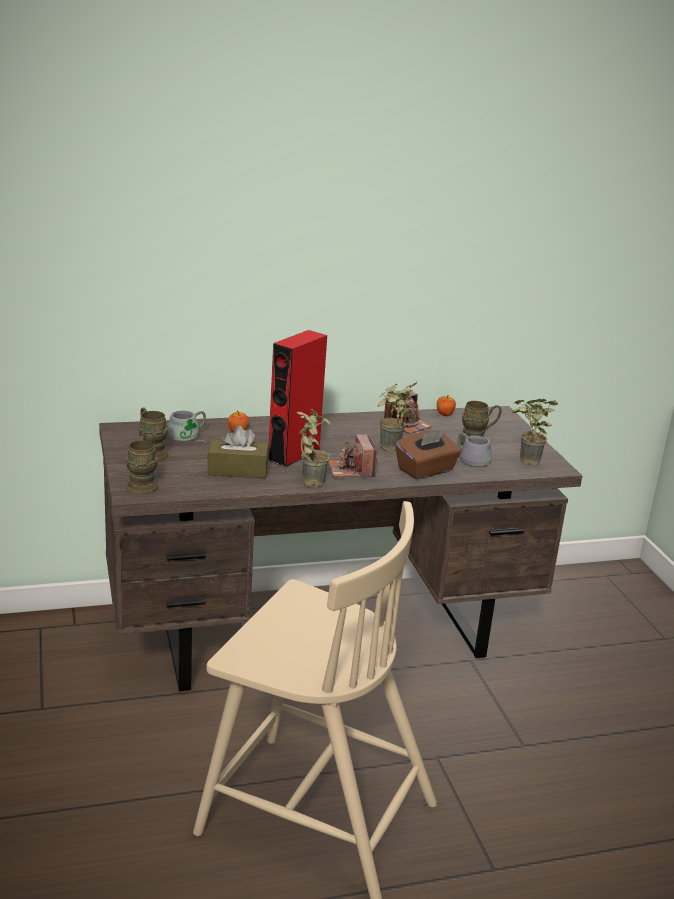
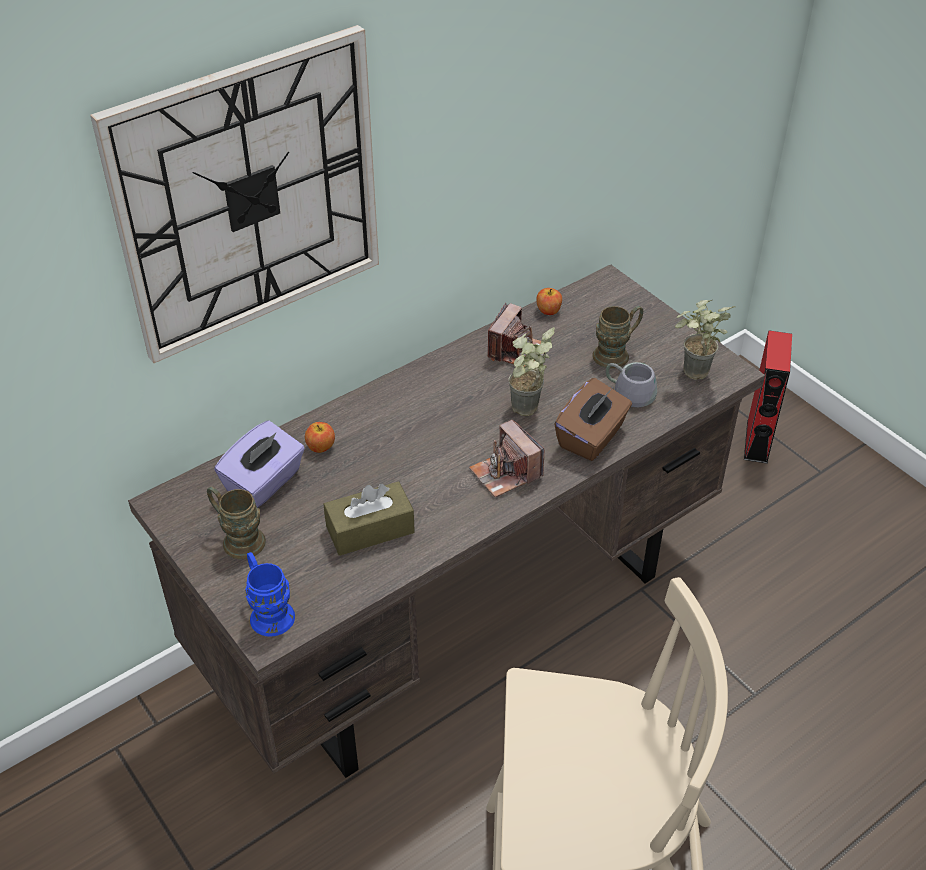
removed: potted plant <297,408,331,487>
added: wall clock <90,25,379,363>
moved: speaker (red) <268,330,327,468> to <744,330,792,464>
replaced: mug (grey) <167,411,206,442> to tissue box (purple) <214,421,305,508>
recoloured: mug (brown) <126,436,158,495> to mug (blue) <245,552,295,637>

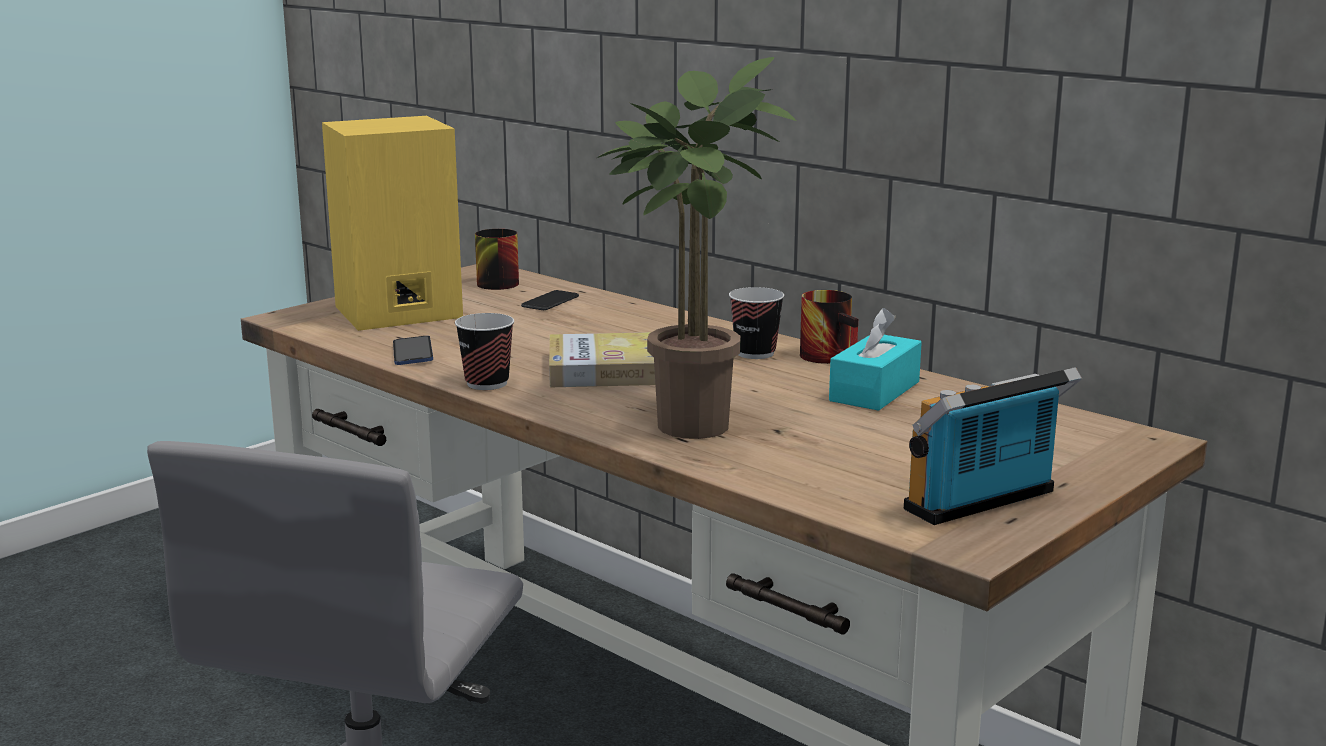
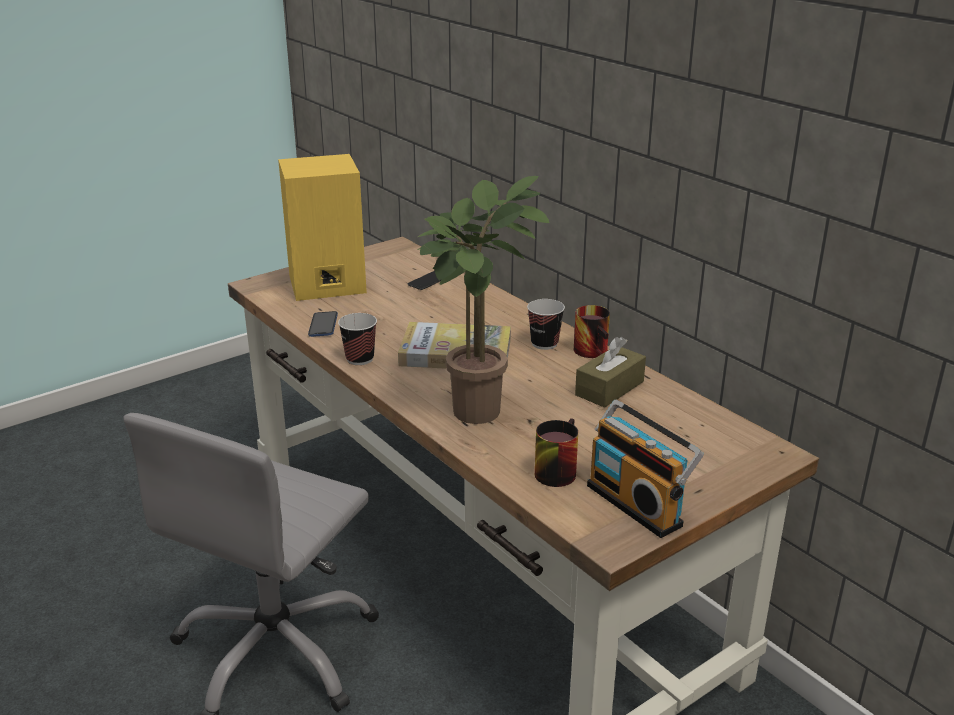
moved: mug <475,229,519,290> to <535,418,578,487>
recoloured: tissue box (turquoise) <829,308,922,411> to tissue box (brown) <575,337,646,408>
turned: radio <904,367,1082,525> = <587,400,704,538> 105 degrees counterclockwise

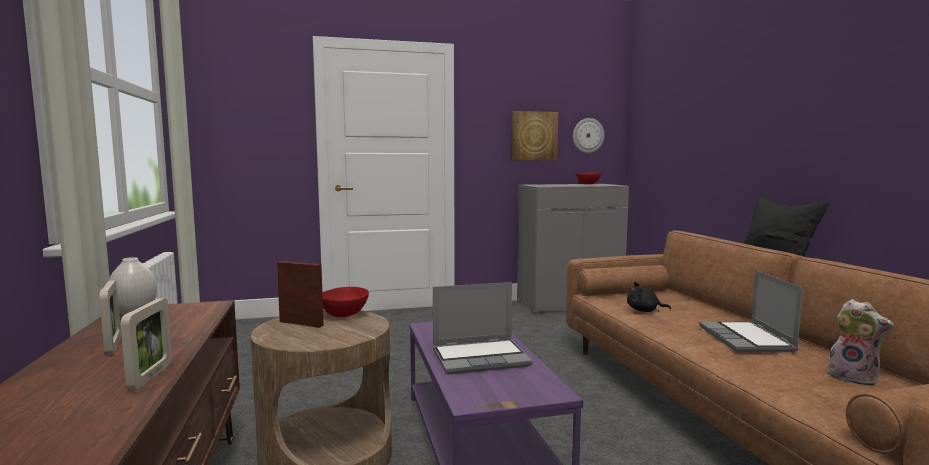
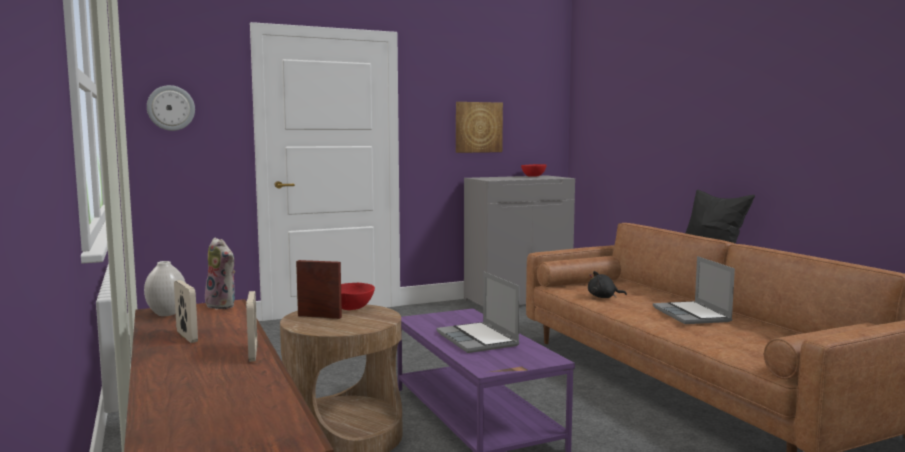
moved: wall clock <573,118,605,153> to <147,85,195,131>; plush toy <827,299,894,386> to <205,237,235,309>
turned: laptop <433,282,533,374> = <436,272,520,353> 90 degrees clockwise

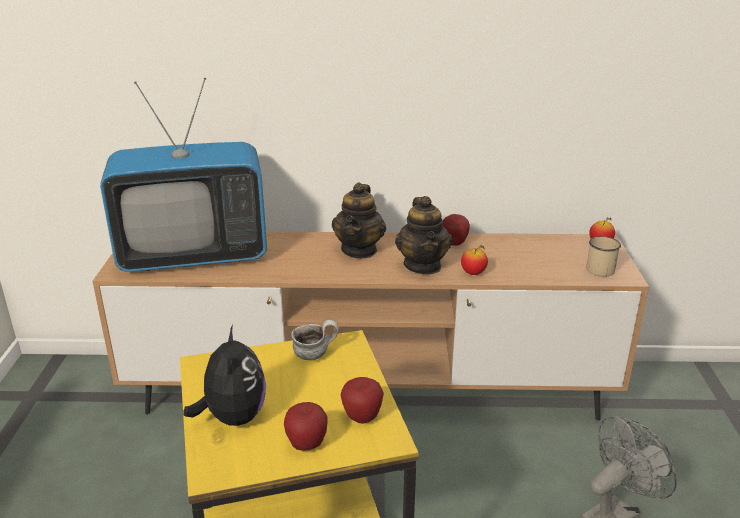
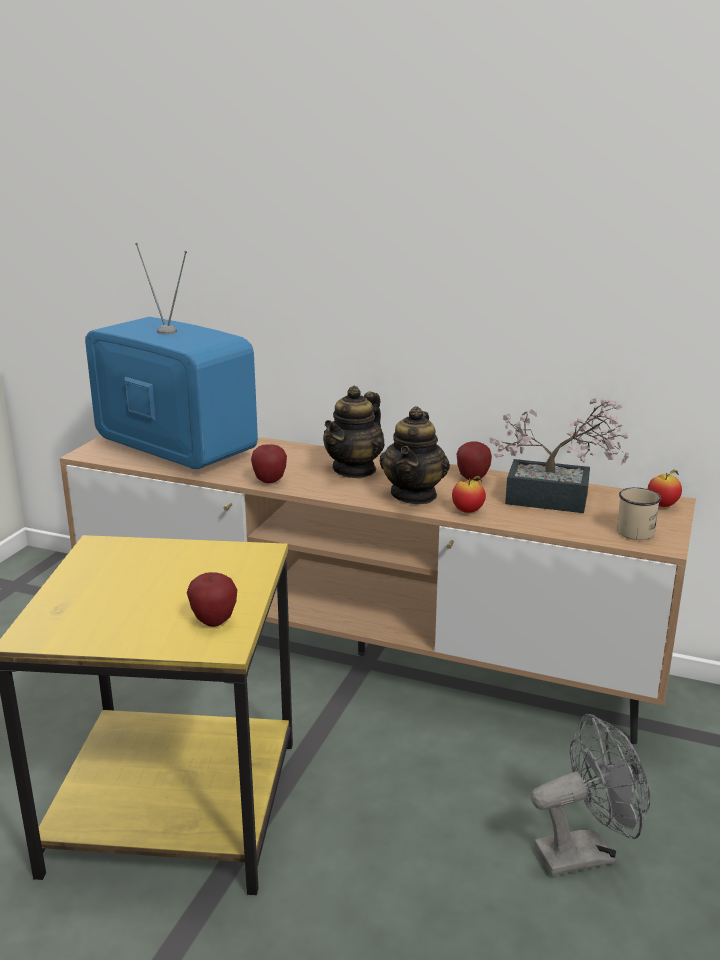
removed: plush toy <184,325,266,426>; mug <291,320,339,360>
added: potted plant <489,398,629,513>
moved: apple <284,402,328,451> to <251,444,287,483>
turned: television <100,78,267,272> = <85,243,258,469> 150 degrees counterclockwise

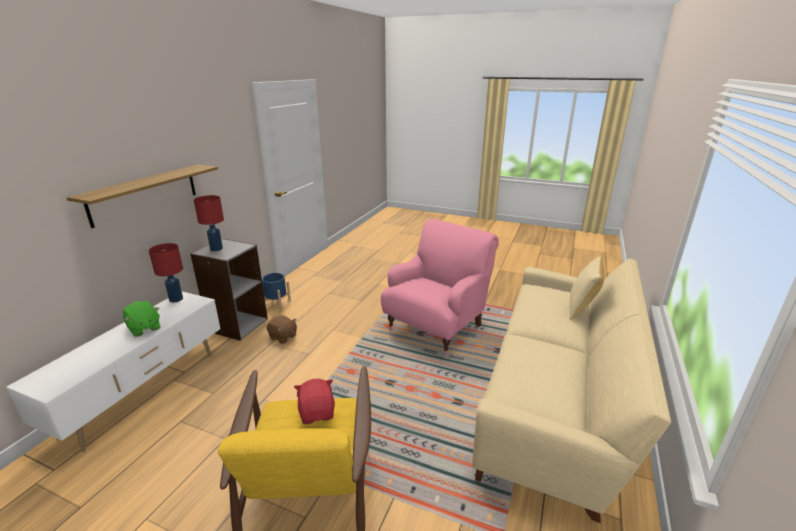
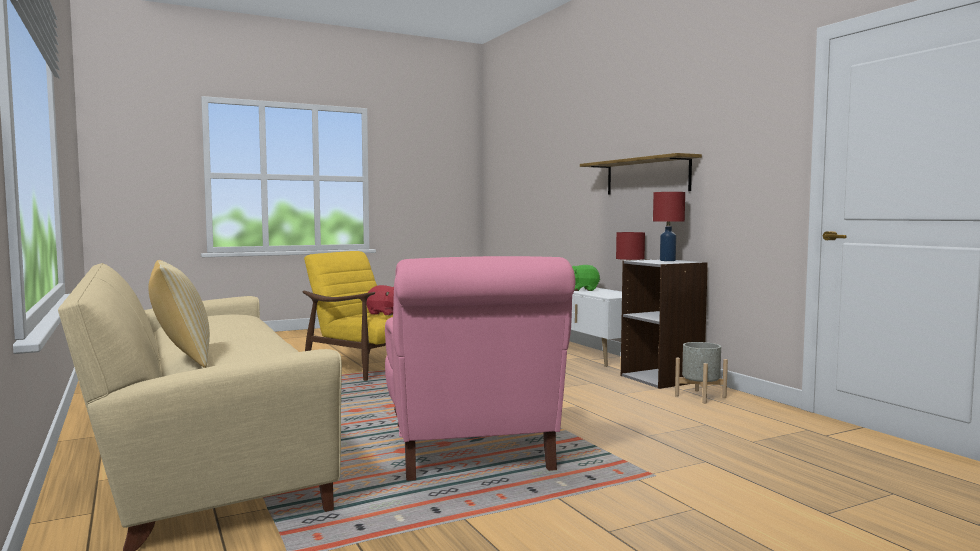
removed: plush toy (brown) <266,315,297,344>
recoloured: planter (blue) <262,273,291,311> to planter (grey) <675,342,728,404>

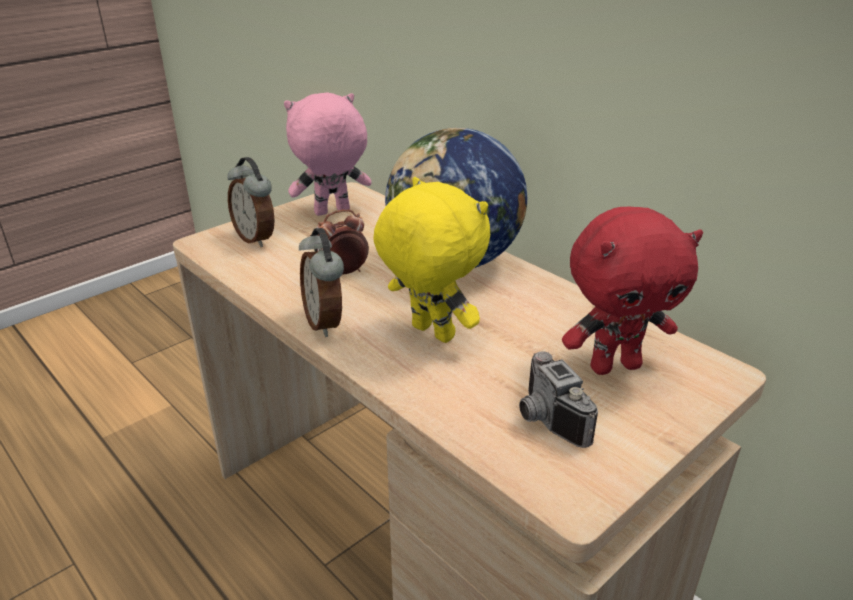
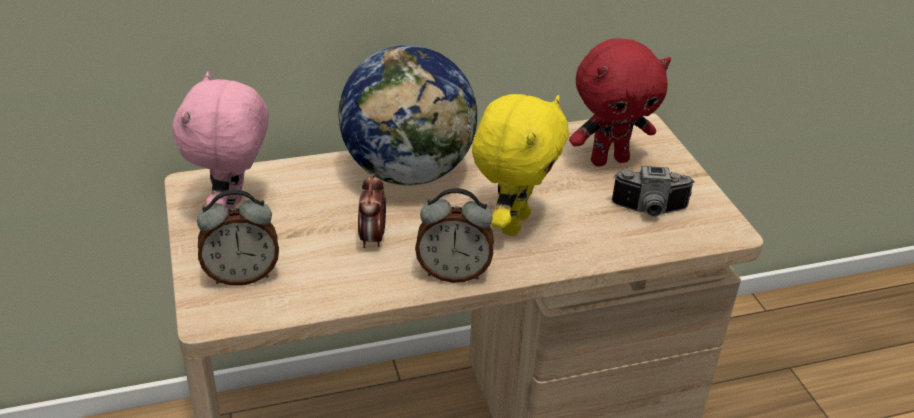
turned: plush toy (yellow) <373,177,490,343> = <472,94,569,236> 135 degrees clockwise; plush toy (red) <562,207,703,375> = <569,38,671,167> 60 degrees clockwise

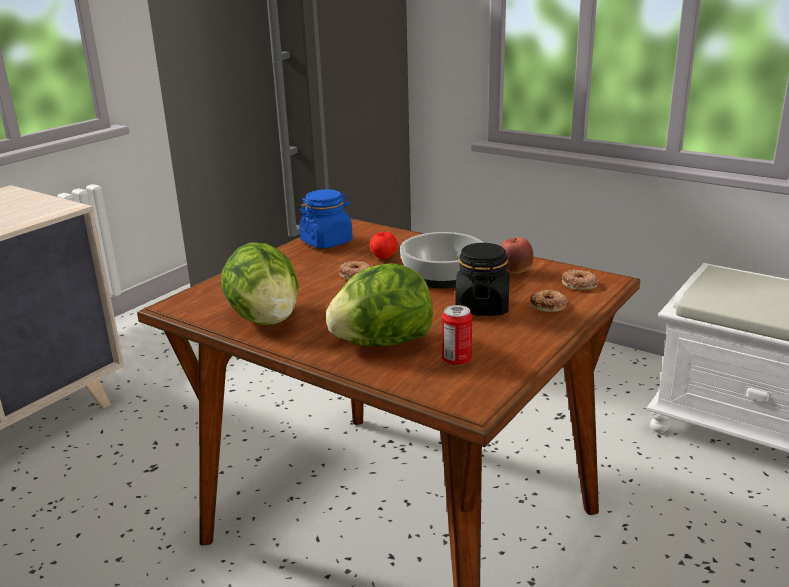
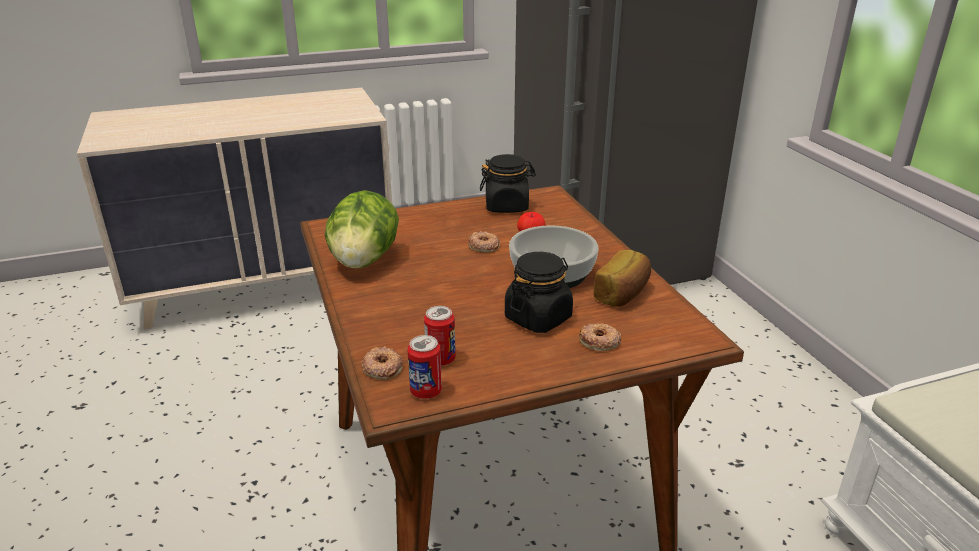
removed: lettuce <326,263,433,346>
added: can <407,335,442,399>
moved: donut <562,269,599,290> to <361,346,403,380>
replaced: apple <500,237,533,274> to bread <593,250,651,307>
recoloured: jar (blue) <299,189,353,249> to jar (black) <480,154,536,213>

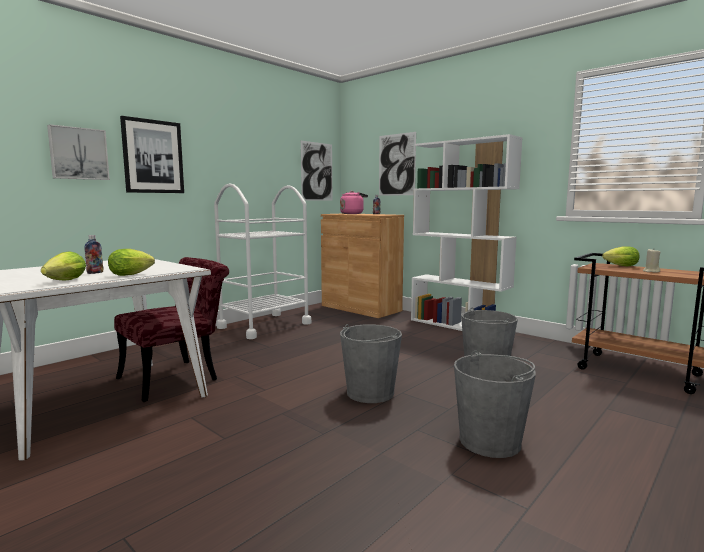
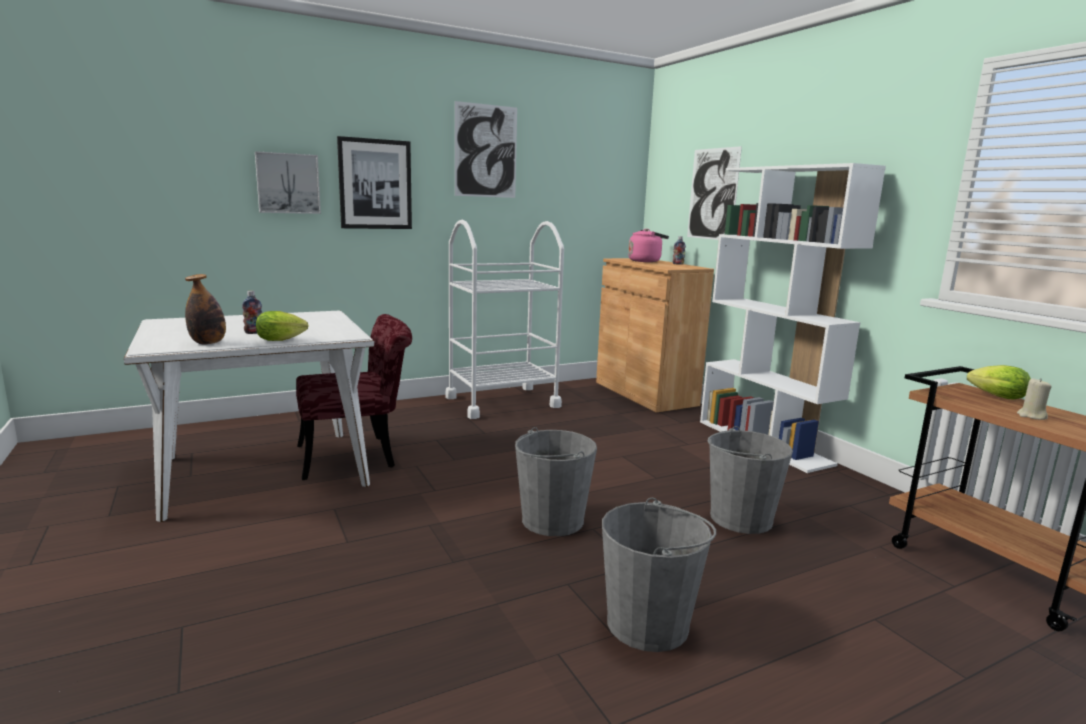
moved: picture <301,141,332,201> to <455,101,517,198>
replaced: lettuce <41,252,86,280> to bottle <185,274,226,345>

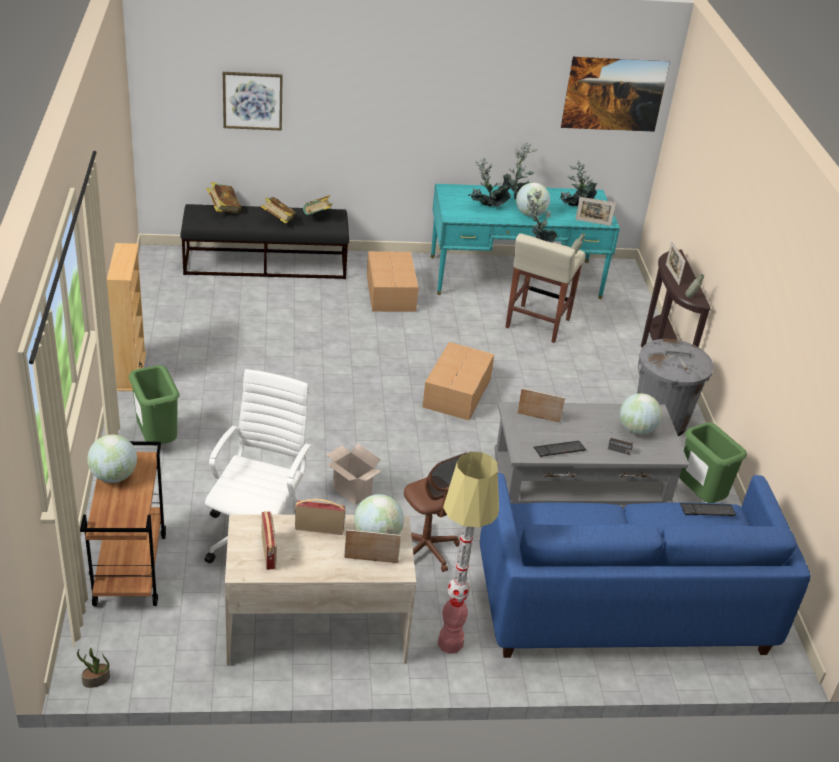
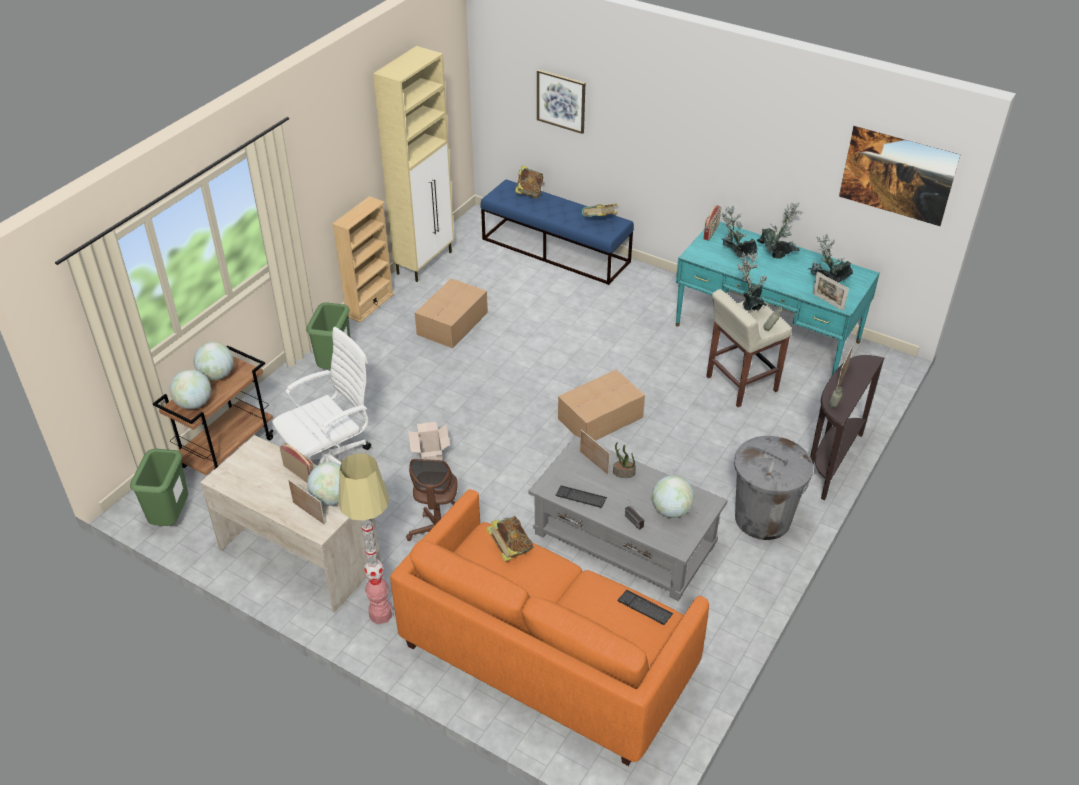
added: cabinet (beige) <373,46,454,282>
moved: potted plant <77,648,110,688> to <613,442,636,478>; book <260,197,296,224> to <485,516,534,562>; radio <262,511,277,570> to <703,205,721,240>; cardboard box <367,251,419,312> to <415,278,488,348>; globe <516,182,550,217> to <170,370,211,409>; trash can (green) <679,423,747,503> to <130,449,188,526>
recoloured: bench (black) <180,204,349,279> to bench (blue) <480,180,634,285>; sofa (blue) <480,473,811,658> to sofa (orange) <390,489,709,766>

